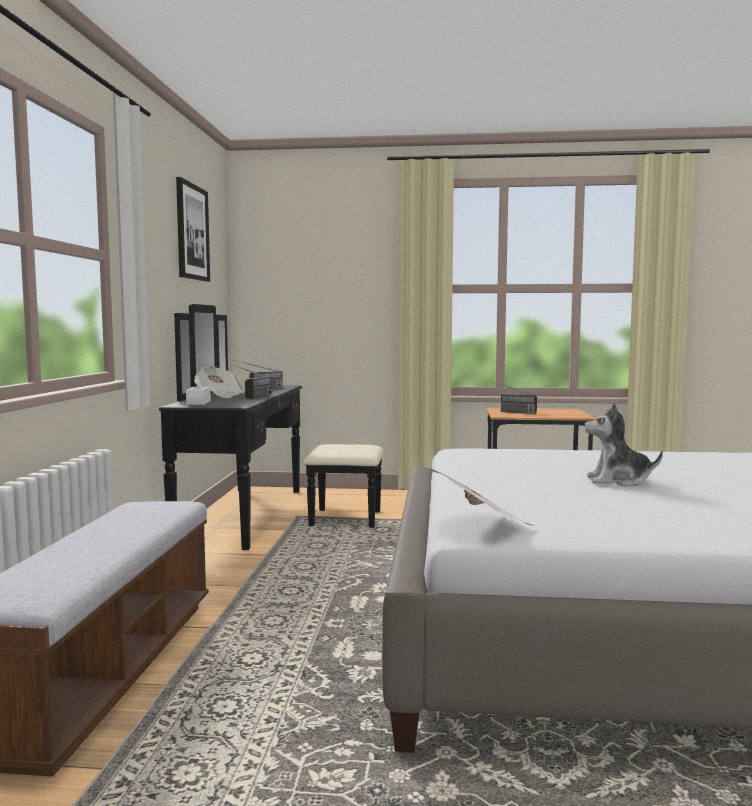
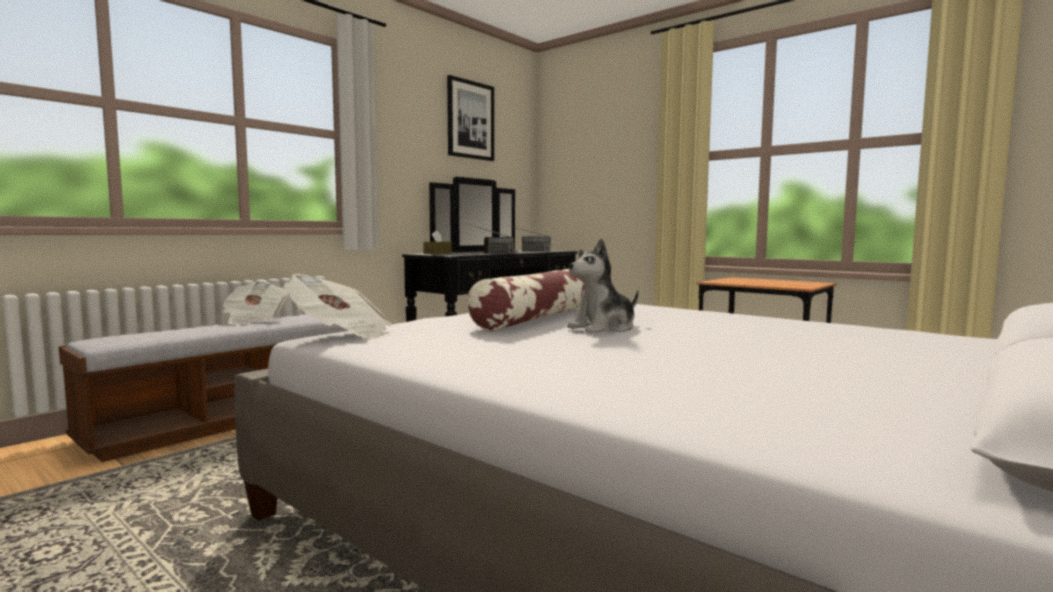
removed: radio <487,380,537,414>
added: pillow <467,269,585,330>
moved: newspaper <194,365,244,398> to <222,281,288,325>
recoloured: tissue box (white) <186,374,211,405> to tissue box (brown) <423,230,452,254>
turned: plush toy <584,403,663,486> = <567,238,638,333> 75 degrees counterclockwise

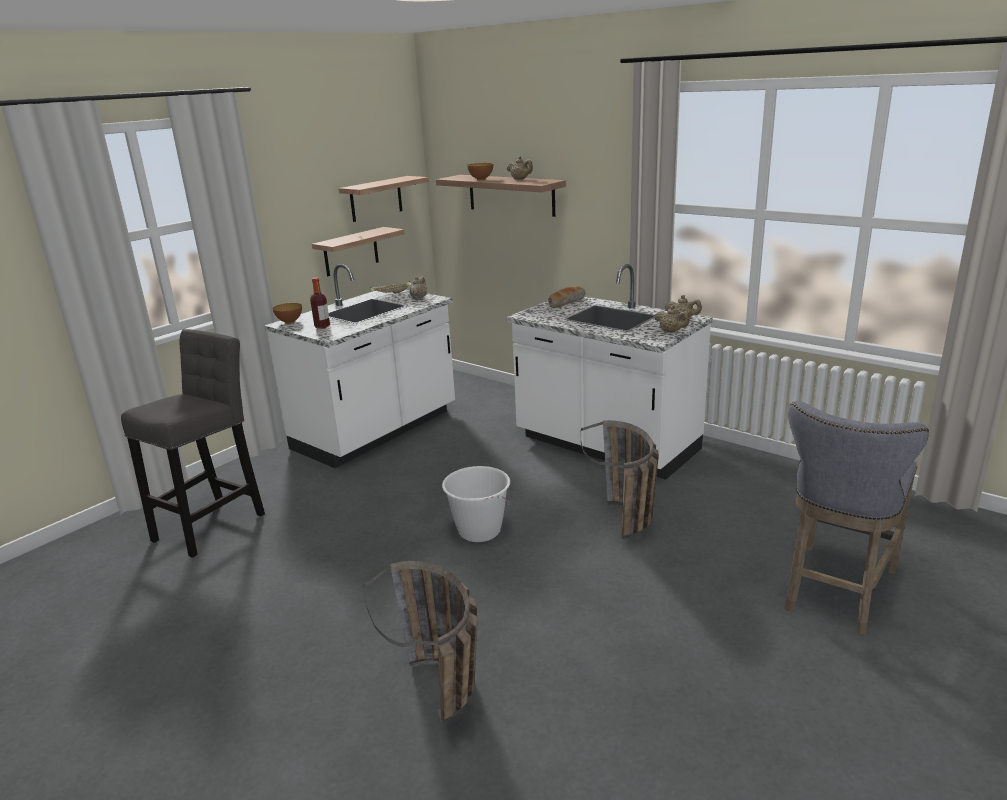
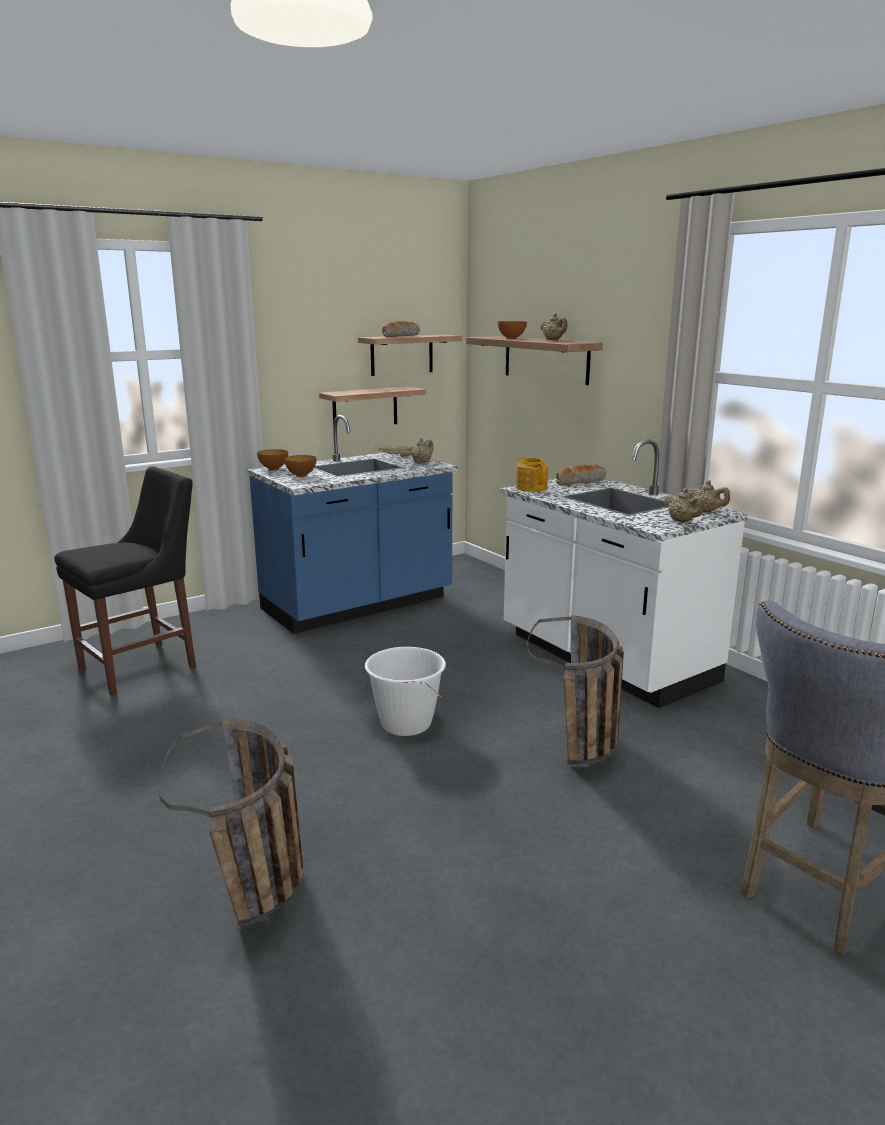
added: bread <382,321,420,337>; teapot <516,456,548,492>
replaced: stool (grey) <121,329,265,558> to chair (black) <54,466,196,696>; bottle <310,278,330,328> to bowl <284,455,317,477>
recoloured: counter (white) <264,264,455,468> to counter (blue) <247,415,458,634>

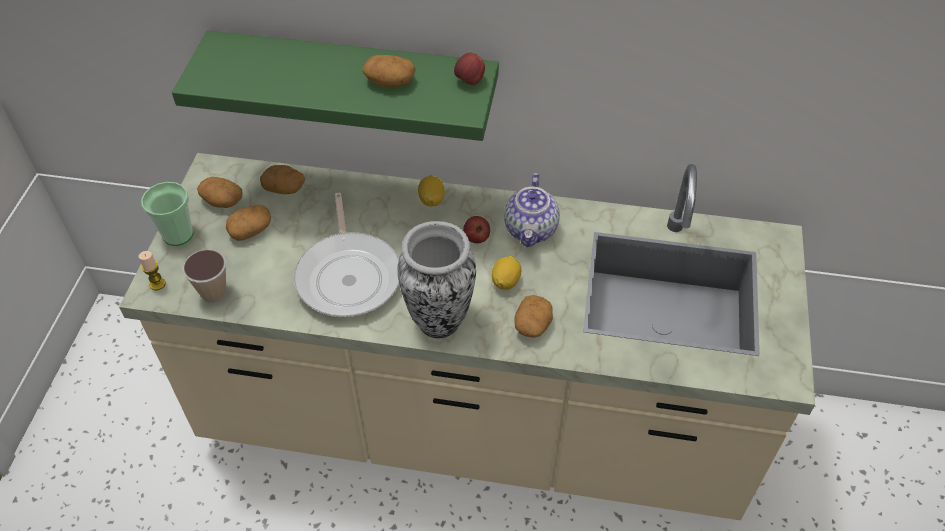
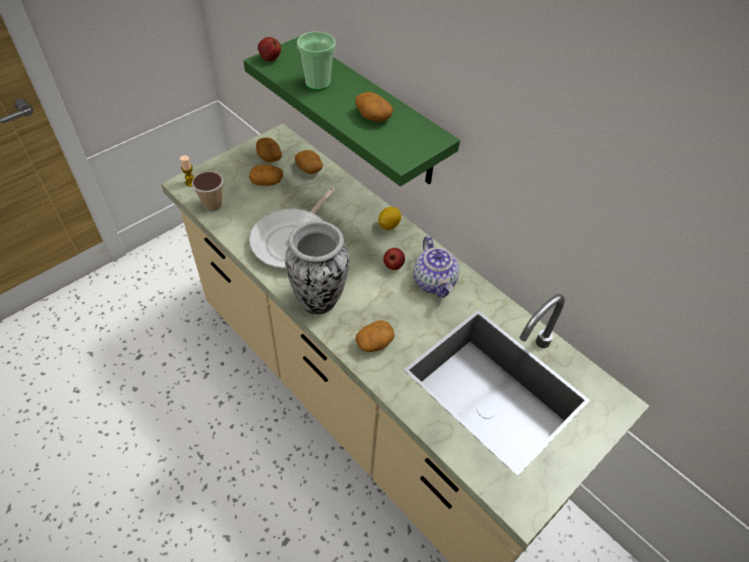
removed: lemon <492,256,521,290>
moved: cup <141,182,193,246> to <297,32,336,90>; apple <454,53,485,85> to <258,37,281,61>
turned: teapot <504,173,560,247> = <413,236,460,298> 60 degrees counterclockwise

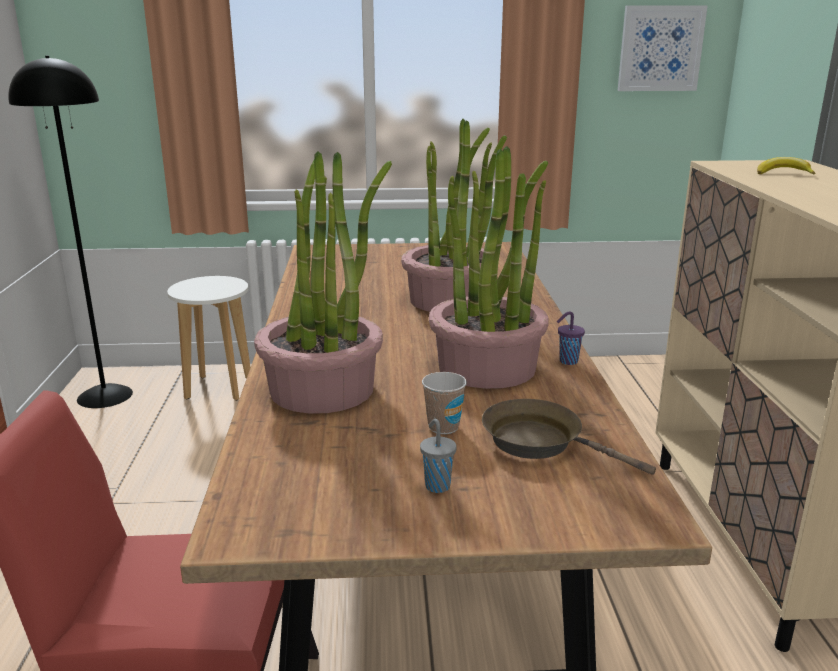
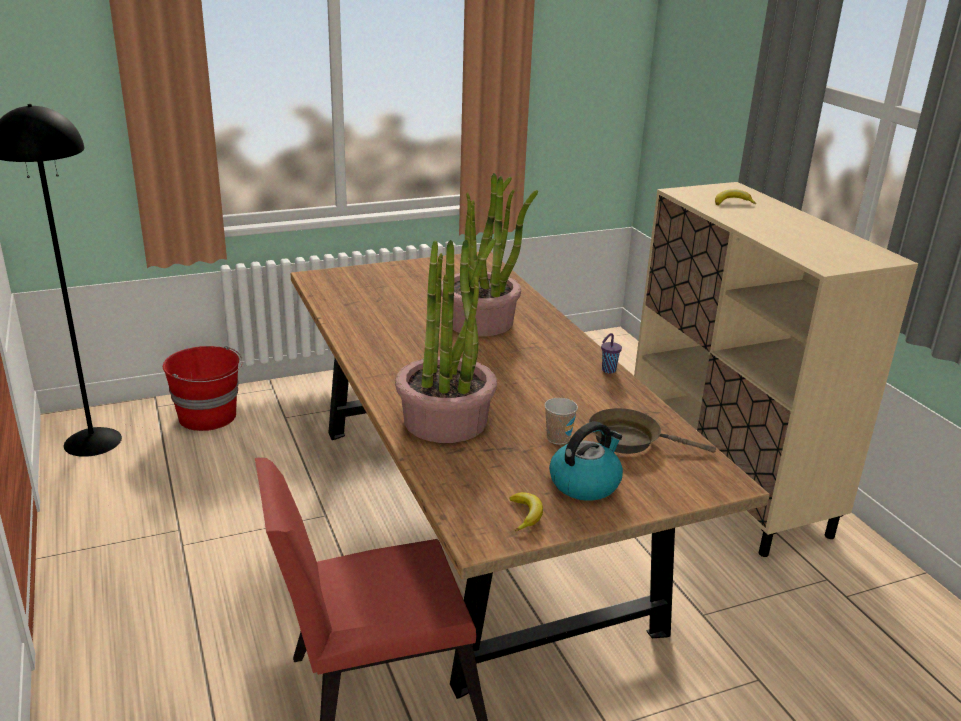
removed: potted plant <429,146,549,389>; picture <618,5,708,91>
added: banana <510,492,543,531>
replaced: stool (white) <167,276,251,401> to bucket (red) <163,346,243,431>; cup (grey) <420,419,457,493> to kettle <549,421,623,501>

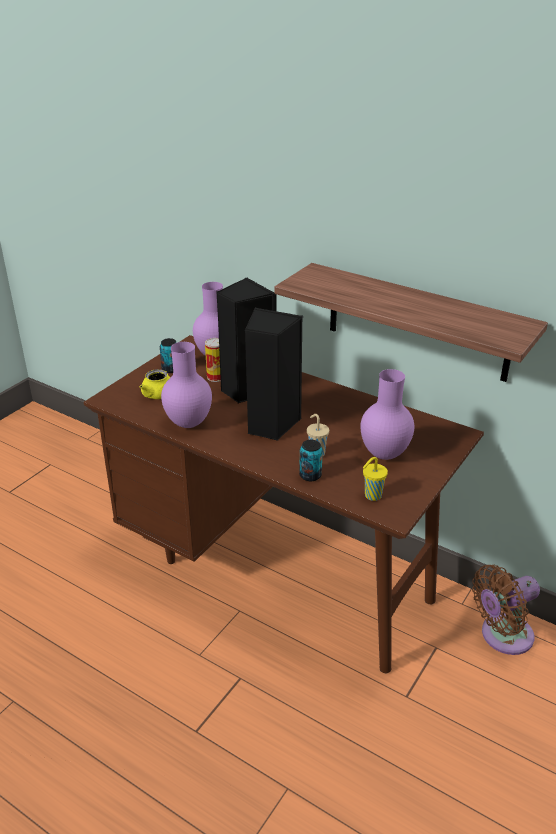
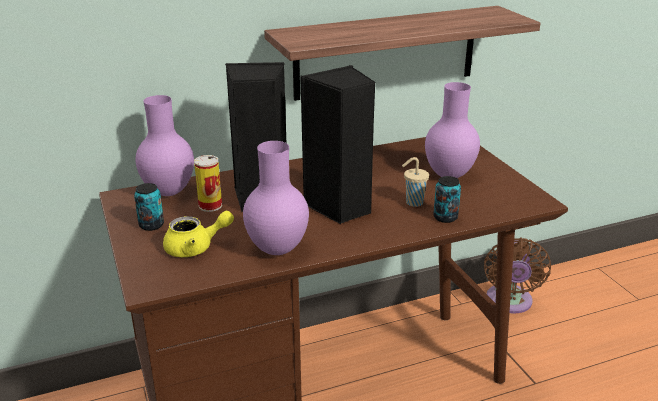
removed: cup (yellow) <363,457,388,501>

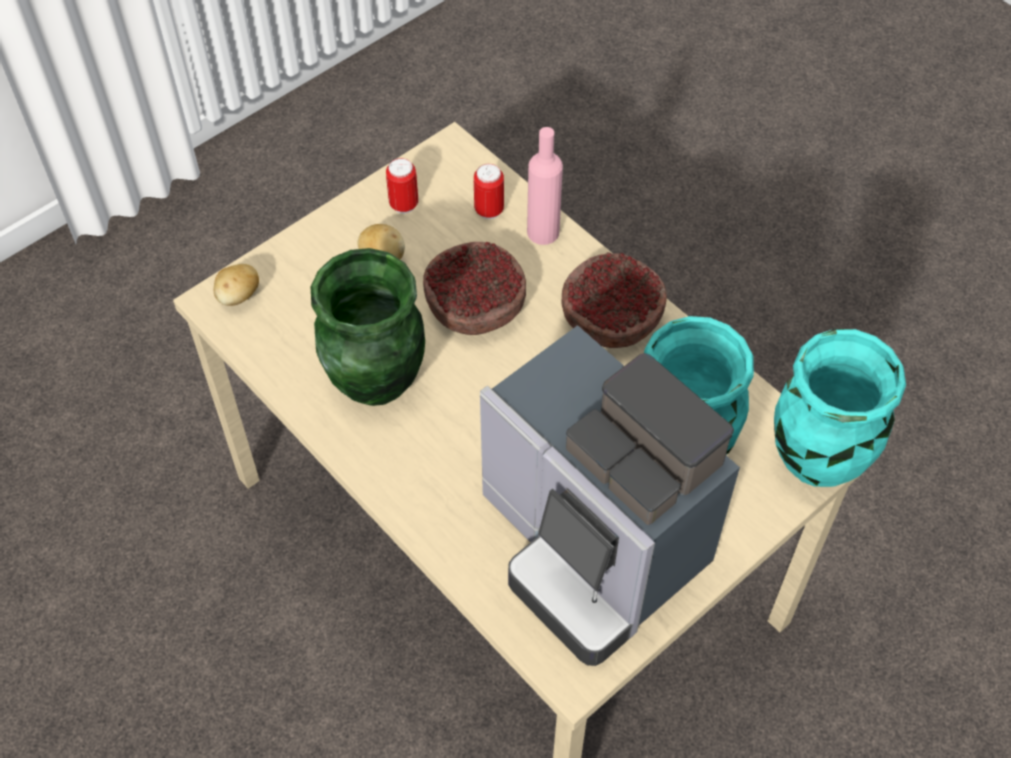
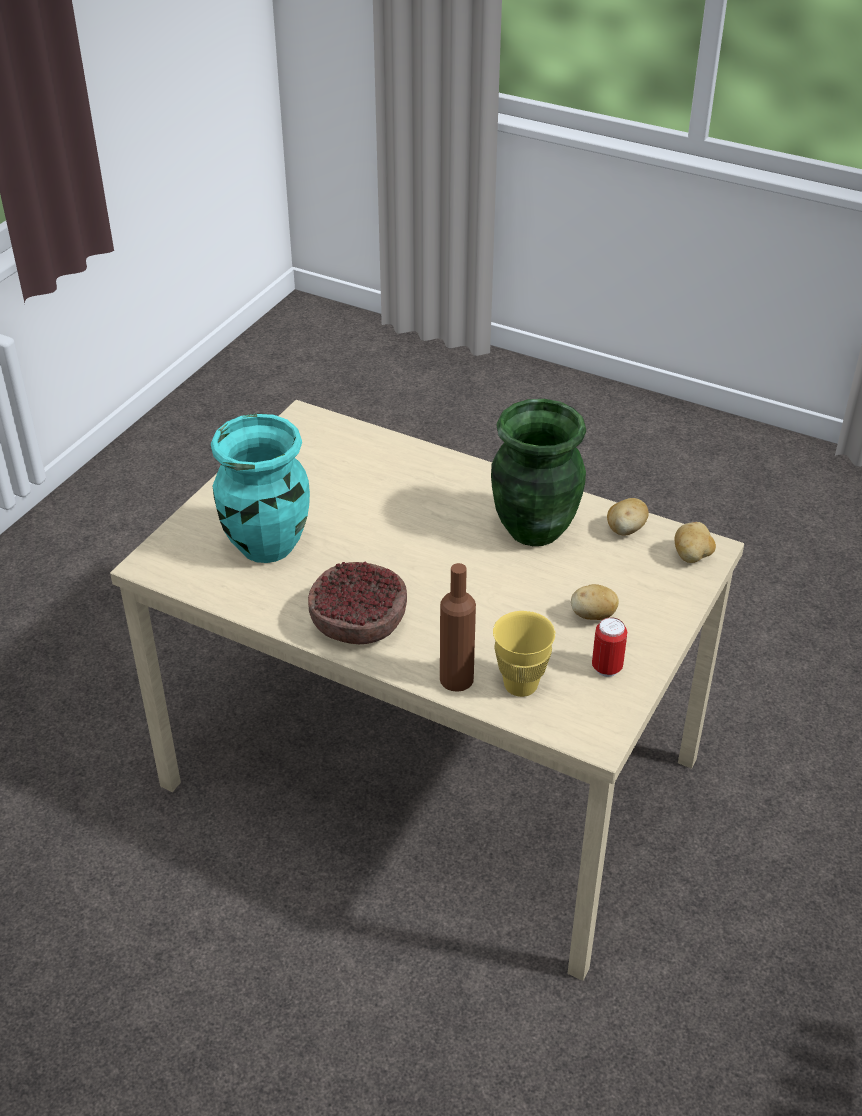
removed: bowl <423,242,526,335>; coffee machine <480,325,740,666>; vase (turquoise) <774,329,906,487>
added: potato <607,498,649,536>
replaced: can <474,164,504,219> to cup (yellow) <493,611,556,697>
recoloured: bottle (pink) <527,127,563,245> to bottle (brown) <440,563,476,692>

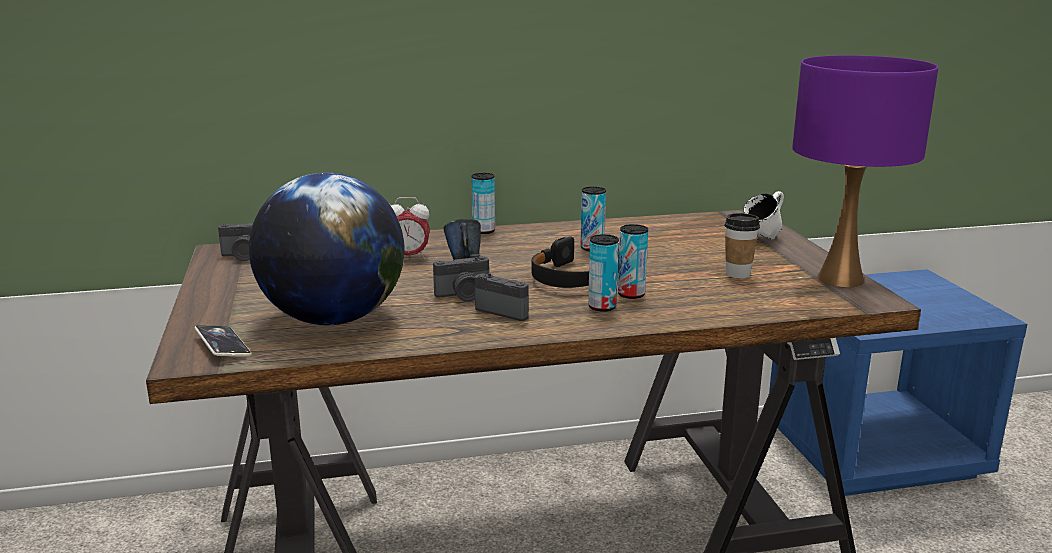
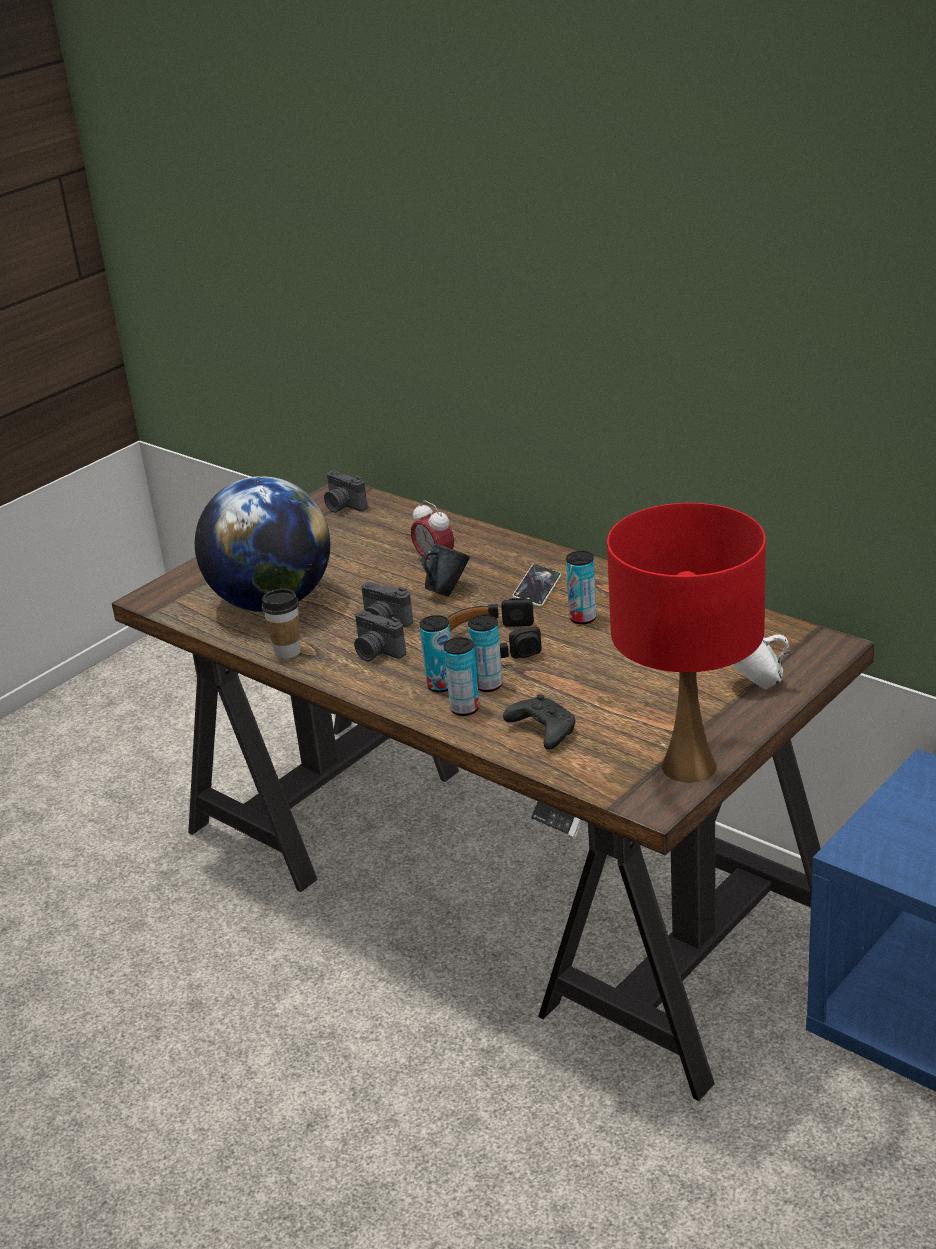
added: game controller (black) <503,694,576,750>
moved: phone <195,325,252,356> to <513,564,561,607>; can <471,173,495,234> to <444,637,479,716>; cup <724,213,760,279> to <262,589,301,659>
recoloured: table lamp (purple) <792,55,938,287> to table lamp (red) <607,503,766,783>
turned: photo camera <475,273,529,321> = <354,610,406,661> 135 degrees clockwise

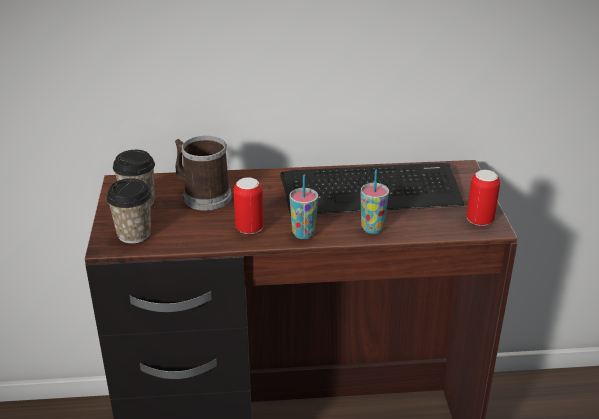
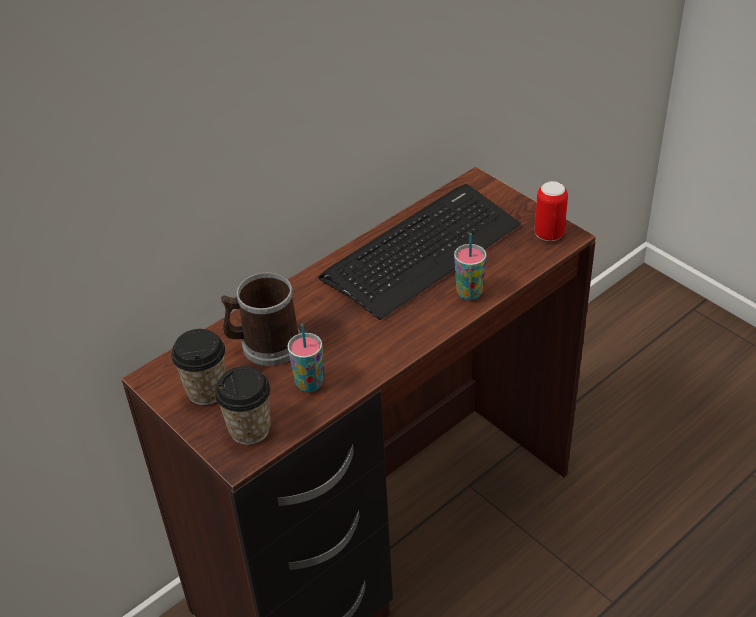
removed: can <233,177,264,234>
moved: cup <289,175,318,239> to <287,324,323,392>

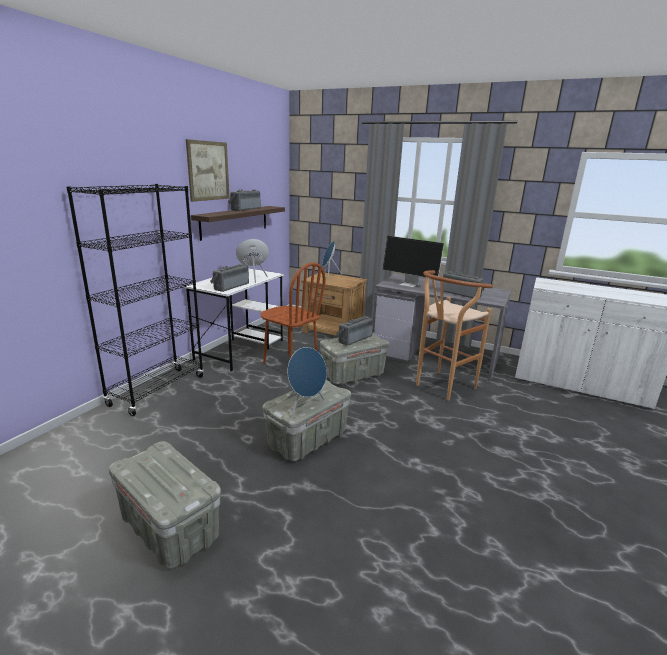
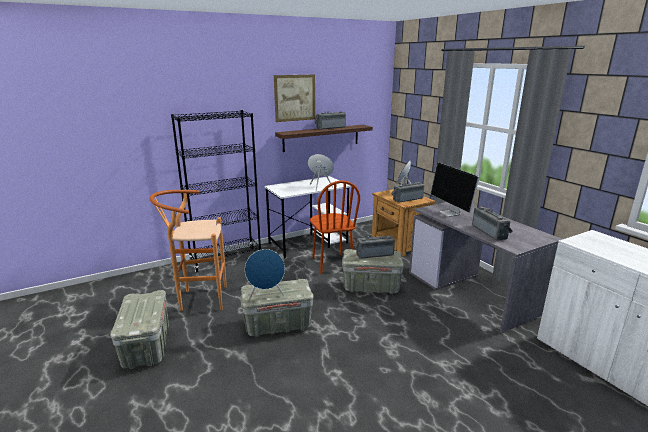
moved: radio <210,264,249,292> to <391,182,424,203>; stool (brown) <416,270,493,401> to <149,190,227,311>

